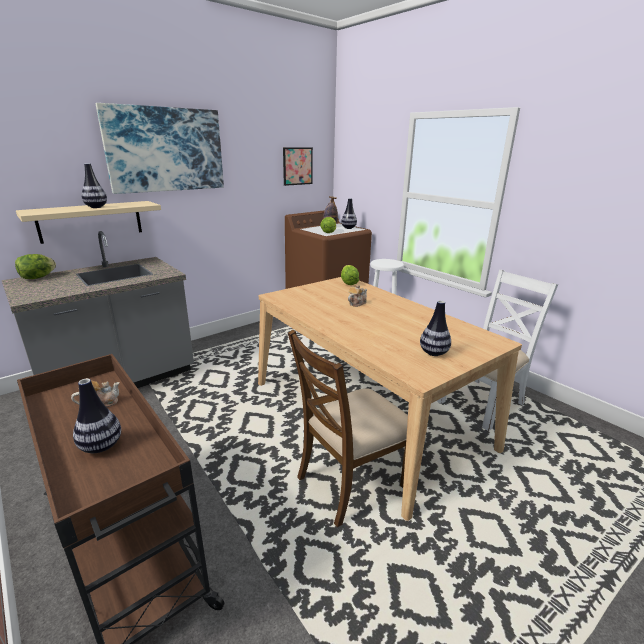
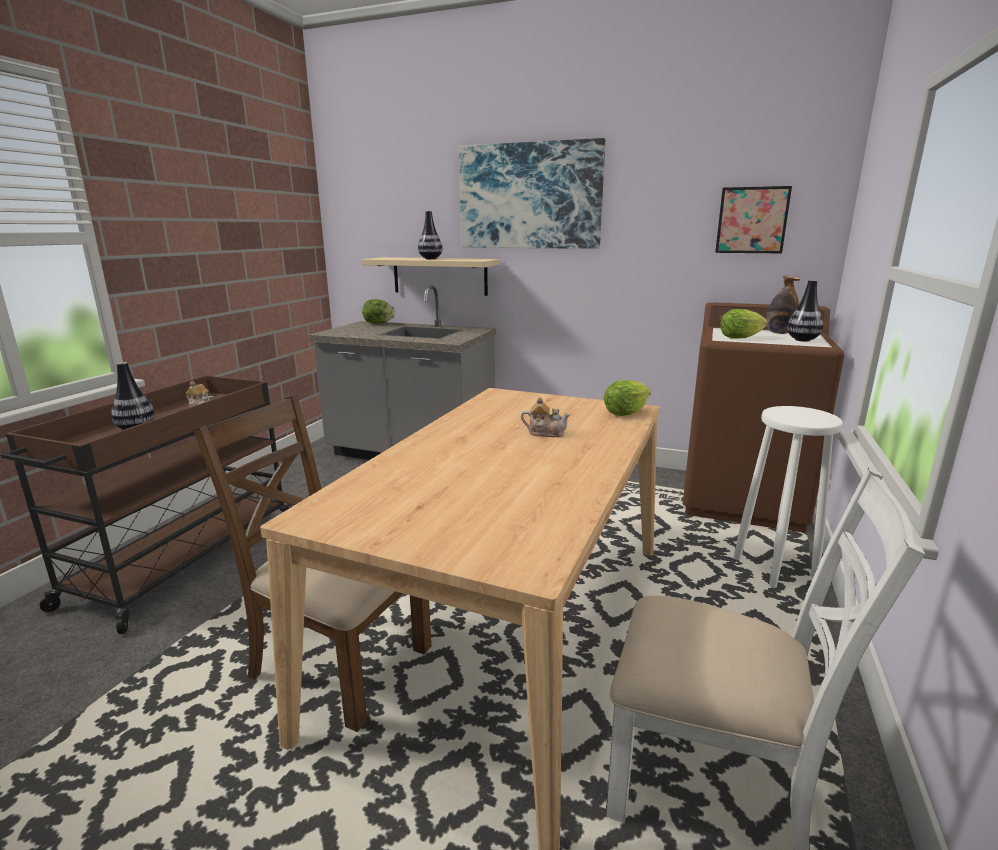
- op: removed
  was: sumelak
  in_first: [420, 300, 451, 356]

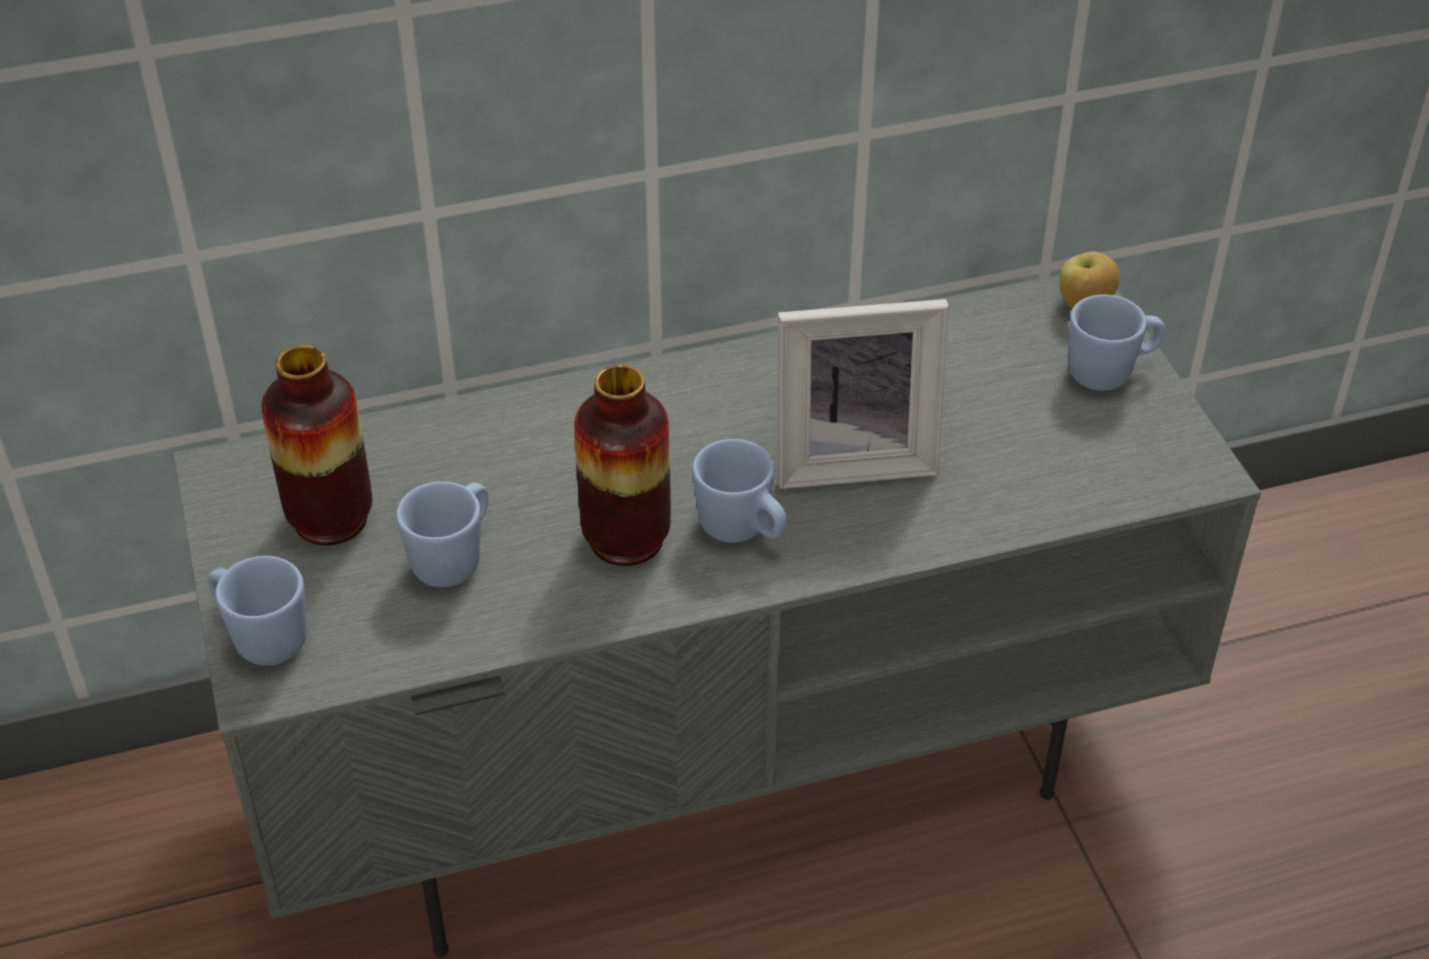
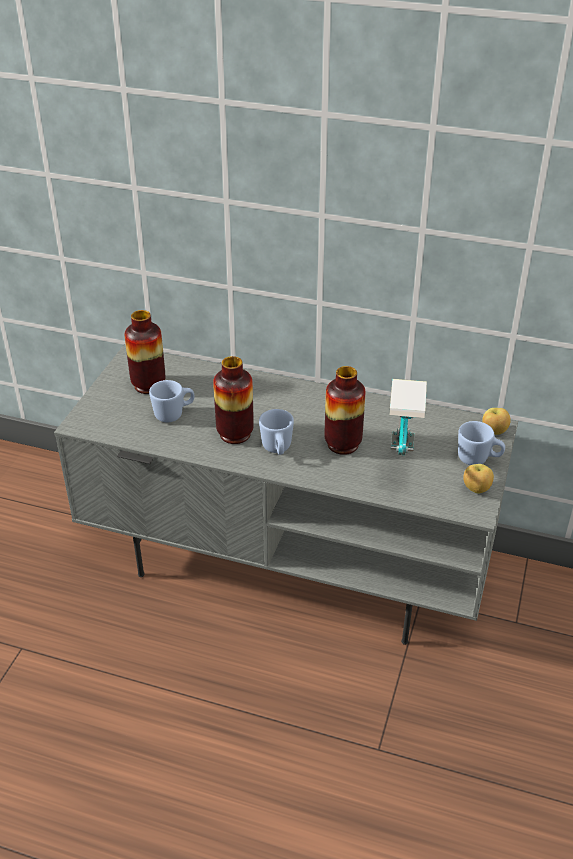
- op: removed
  was: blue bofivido
  in_first: [207, 556, 307, 666]
- op: added
  now: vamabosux
  in_second: [389, 379, 427, 455]
- op: added
  now: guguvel
  in_second: [463, 464, 494, 493]
- op: replaced
  was: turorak
  now: sumelak
  in_first: [778, 299, 948, 489]
  in_second: [325, 366, 365, 455]

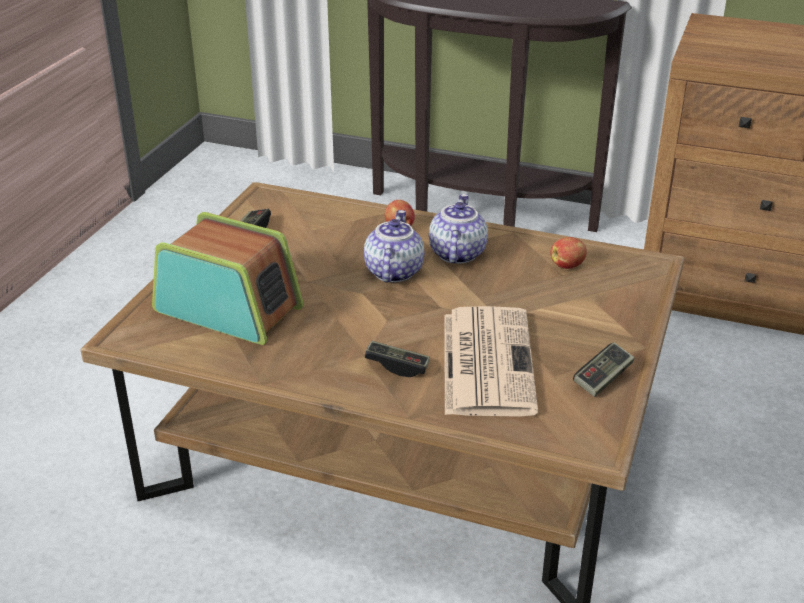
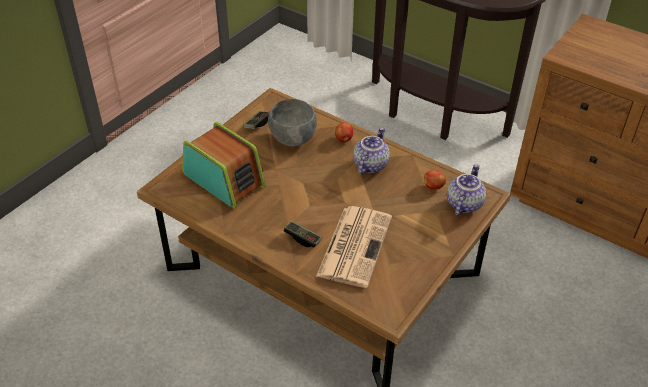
- op: removed
  was: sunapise
  in_first: [573, 342, 635, 397]
- op: added
  now: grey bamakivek
  in_second: [268, 99, 317, 147]
- op: moved
  was: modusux
  in_first: [364, 210, 424, 283]
  in_second: [447, 164, 486, 215]

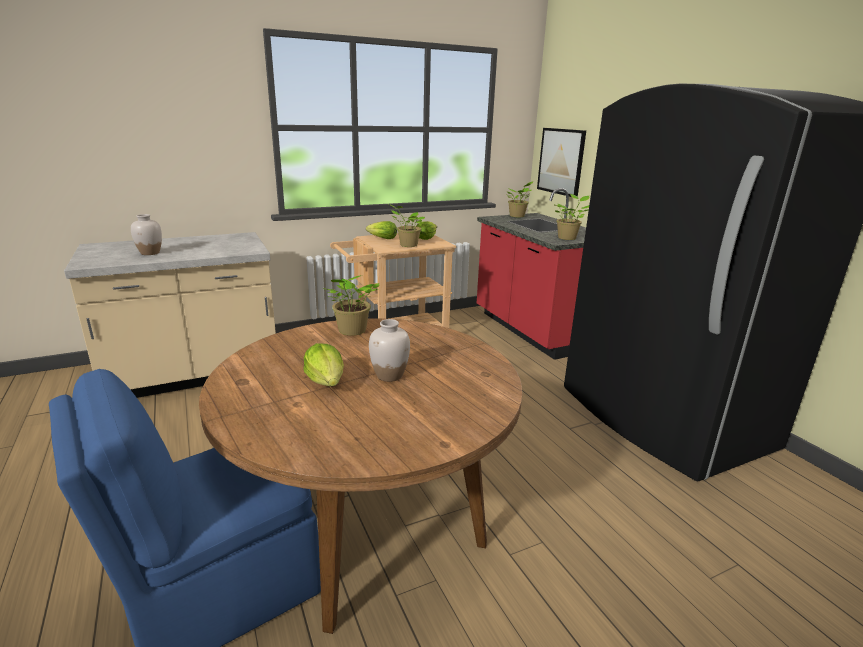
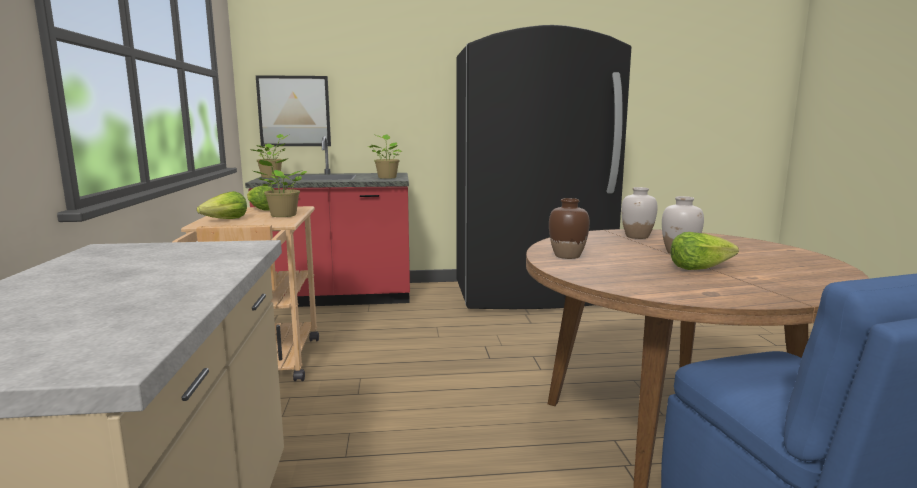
- op: moved
  was: white sumelak
  in_first: [131, 214, 162, 255]
  in_second: [621, 187, 658, 239]
- op: replaced
  was: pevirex
  now: brown sumelak
  in_first: [323, 275, 379, 336]
  in_second: [549, 198, 590, 259]

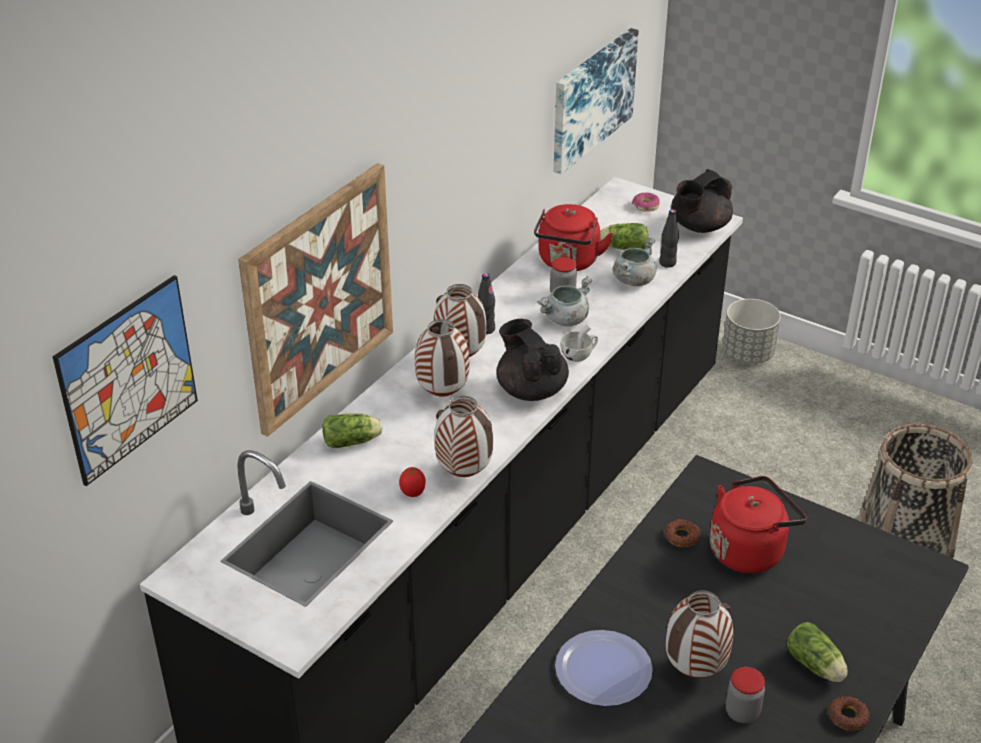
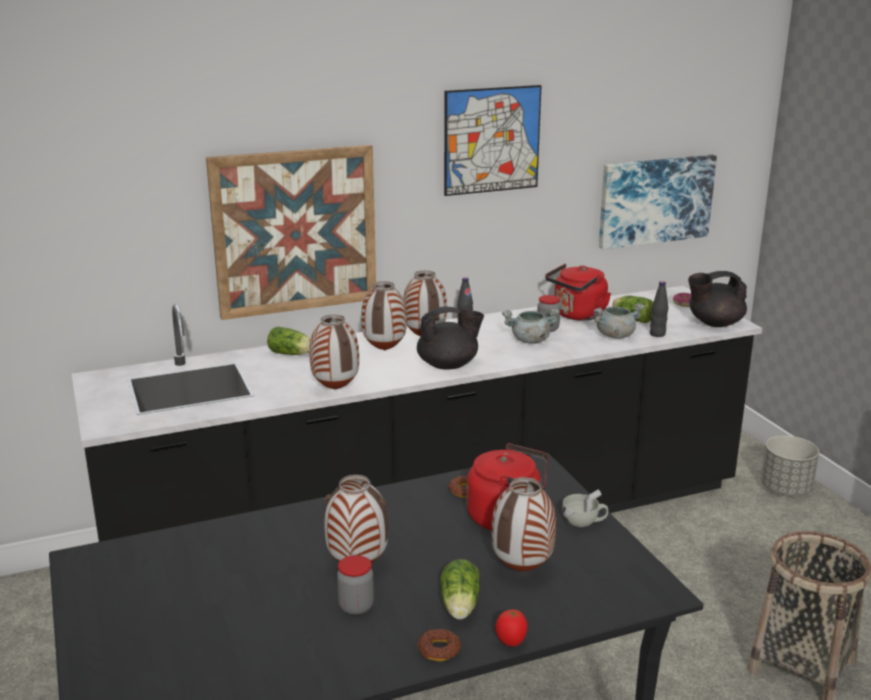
- op: removed
  was: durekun
  in_first: [555, 630, 653, 706]
- op: added
  now: sumelak
  in_second: [492, 477, 556, 571]
- op: moved
  was: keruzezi
  in_first: [53, 275, 198, 486]
  in_second: [444, 85, 542, 196]
- op: moved
  was: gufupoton
  in_first: [399, 467, 425, 497]
  in_second: [496, 609, 528, 647]
- op: moved
  was: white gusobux
  in_first: [561, 324, 598, 362]
  in_second: [562, 490, 608, 527]
- op: turned
  was: black modusux
  in_first: [496, 319, 569, 401]
  in_second: [417, 307, 484, 370]
  clockwise: 75

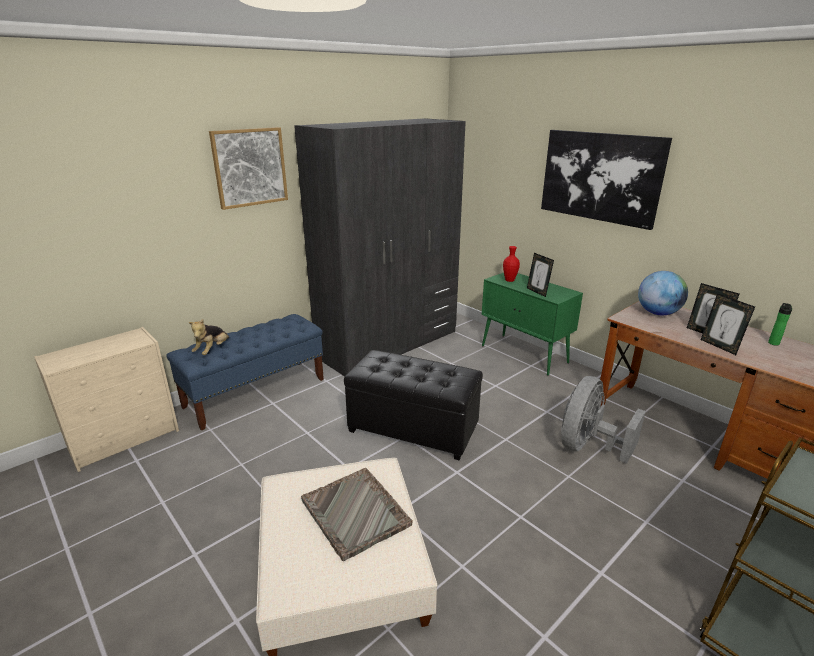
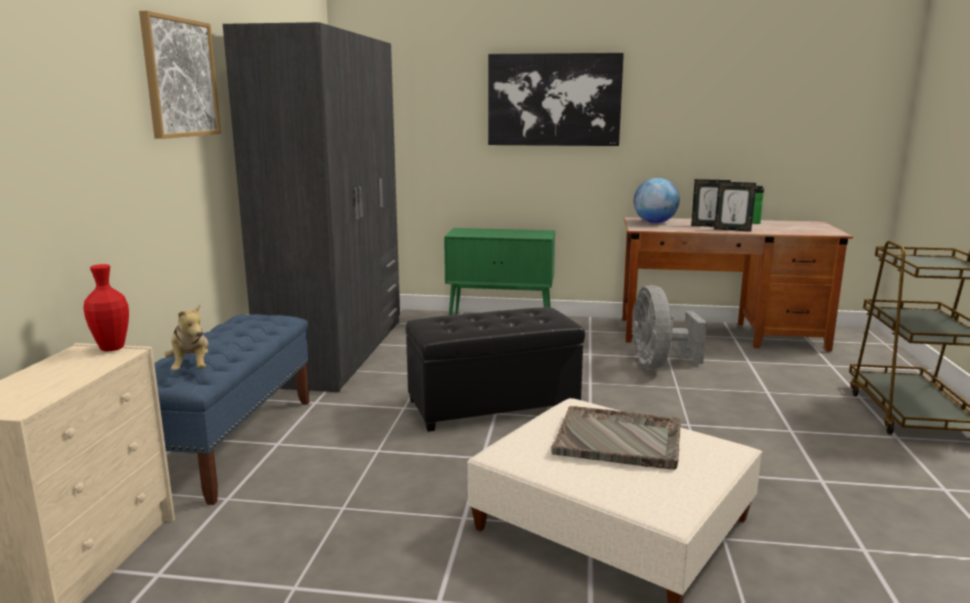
- op: removed
  was: turorak
  in_first: [527, 253, 554, 297]
- op: moved
  was: red sumelak
  in_first: [503, 246, 520, 282]
  in_second: [83, 264, 129, 351]

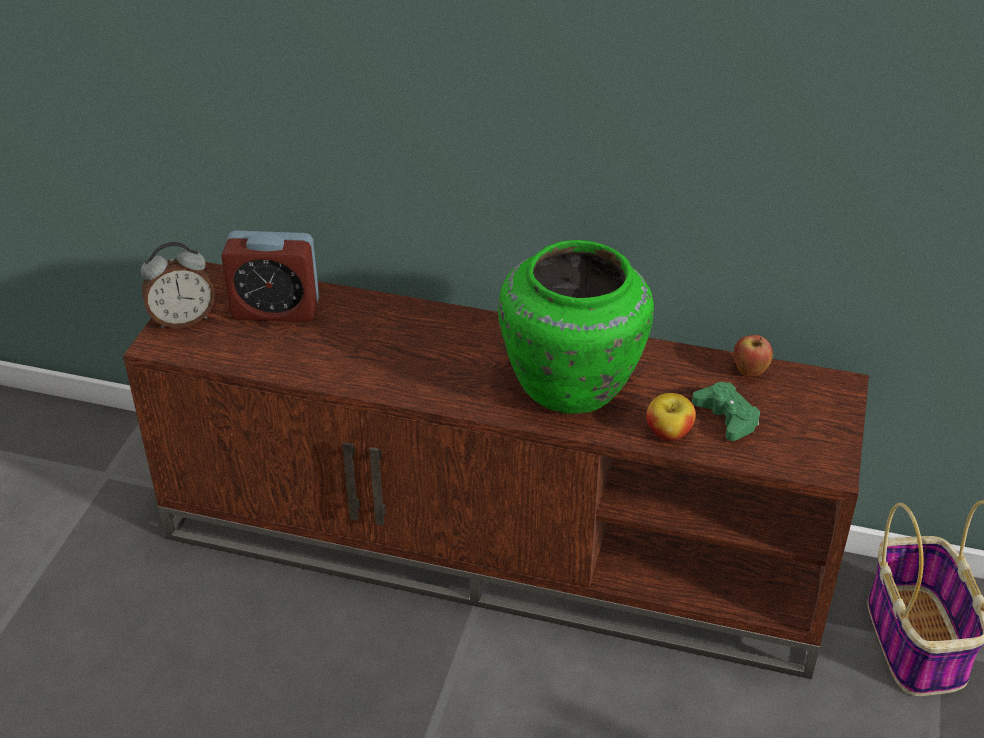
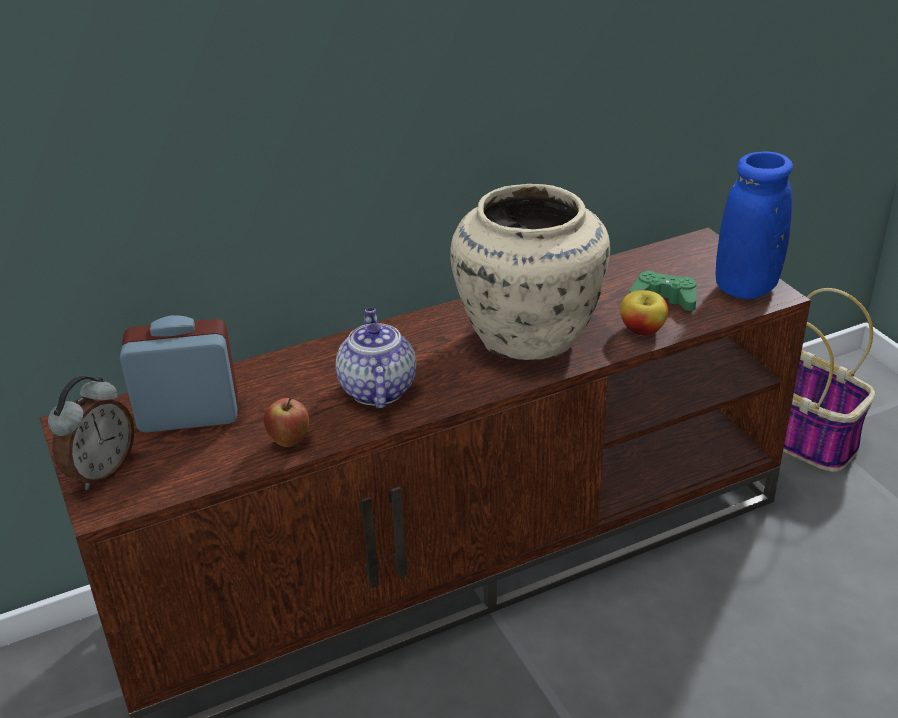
- op: added
  now: modusux
  in_second: [335, 308, 417, 409]
- op: added
  now: blue sumelak
  in_second: [716, 152, 793, 299]
- op: moved
  was: guguvel
  in_first: [733, 335, 773, 376]
  in_second: [264, 398, 309, 447]
- op: recoloured
  was: green sumelak
  now: beige sumelak
  in_first: [498, 240, 654, 414]
  in_second: [450, 184, 610, 360]
- op: turned
  was: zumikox
  in_first: [221, 230, 319, 322]
  in_second: [120, 315, 238, 432]
  clockwise: -150

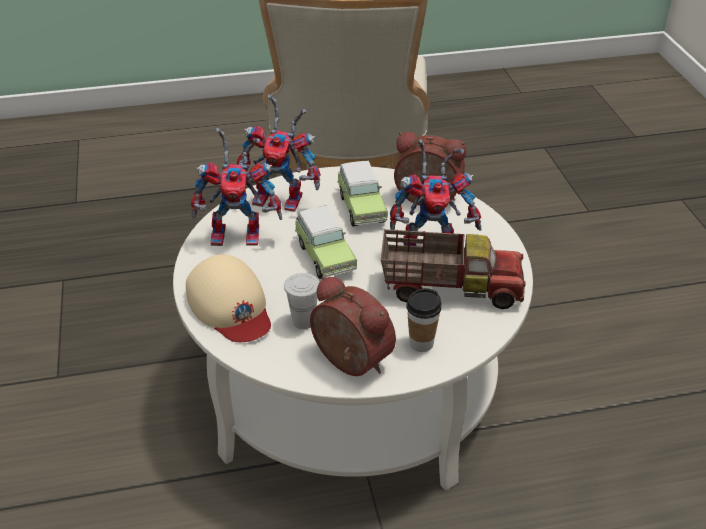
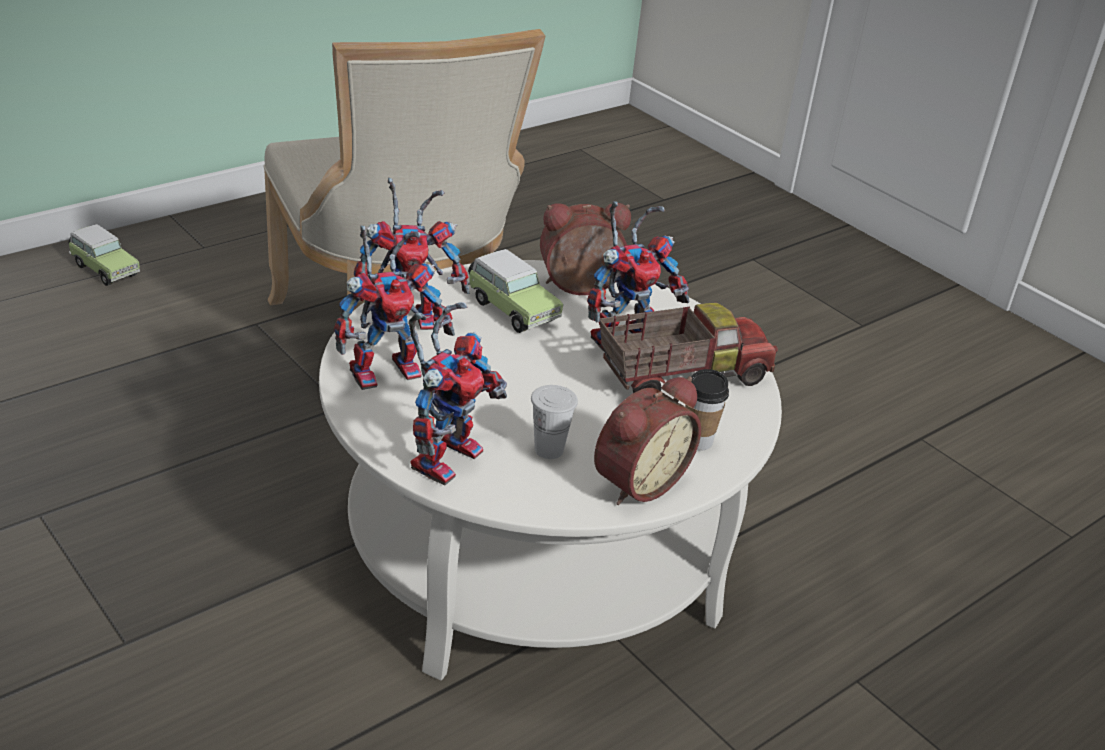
- op: moved
  was: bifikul
  in_first: [294, 205, 357, 279]
  in_second: [69, 224, 140, 286]
- op: replaced
  was: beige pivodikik
  now: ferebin
  in_first: [186, 254, 271, 342]
  in_second: [408, 302, 507, 486]
- op: turned
  was: zumikox
  in_first: [310, 276, 396, 376]
  in_second: [594, 376, 701, 505]
  clockwise: 120

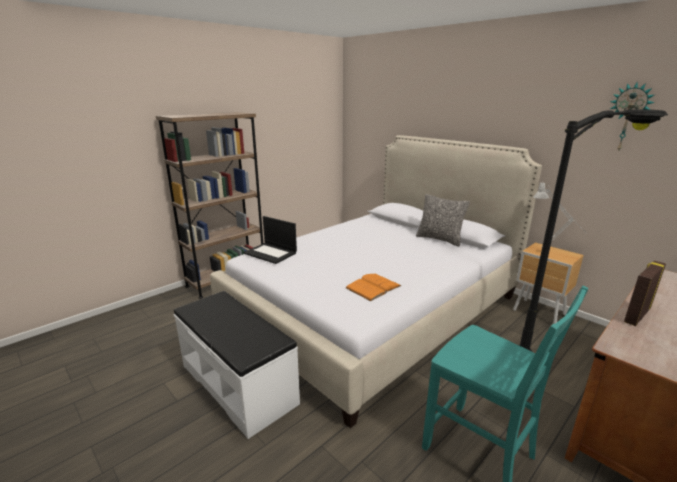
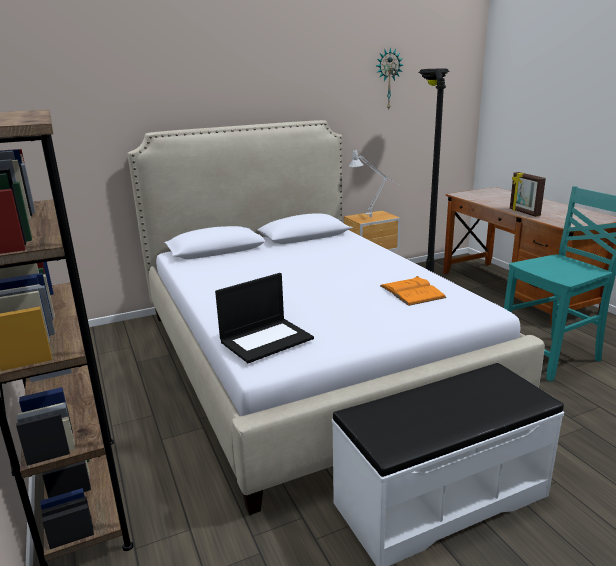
- op: removed
  was: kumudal
  in_first: [416, 194, 470, 247]

